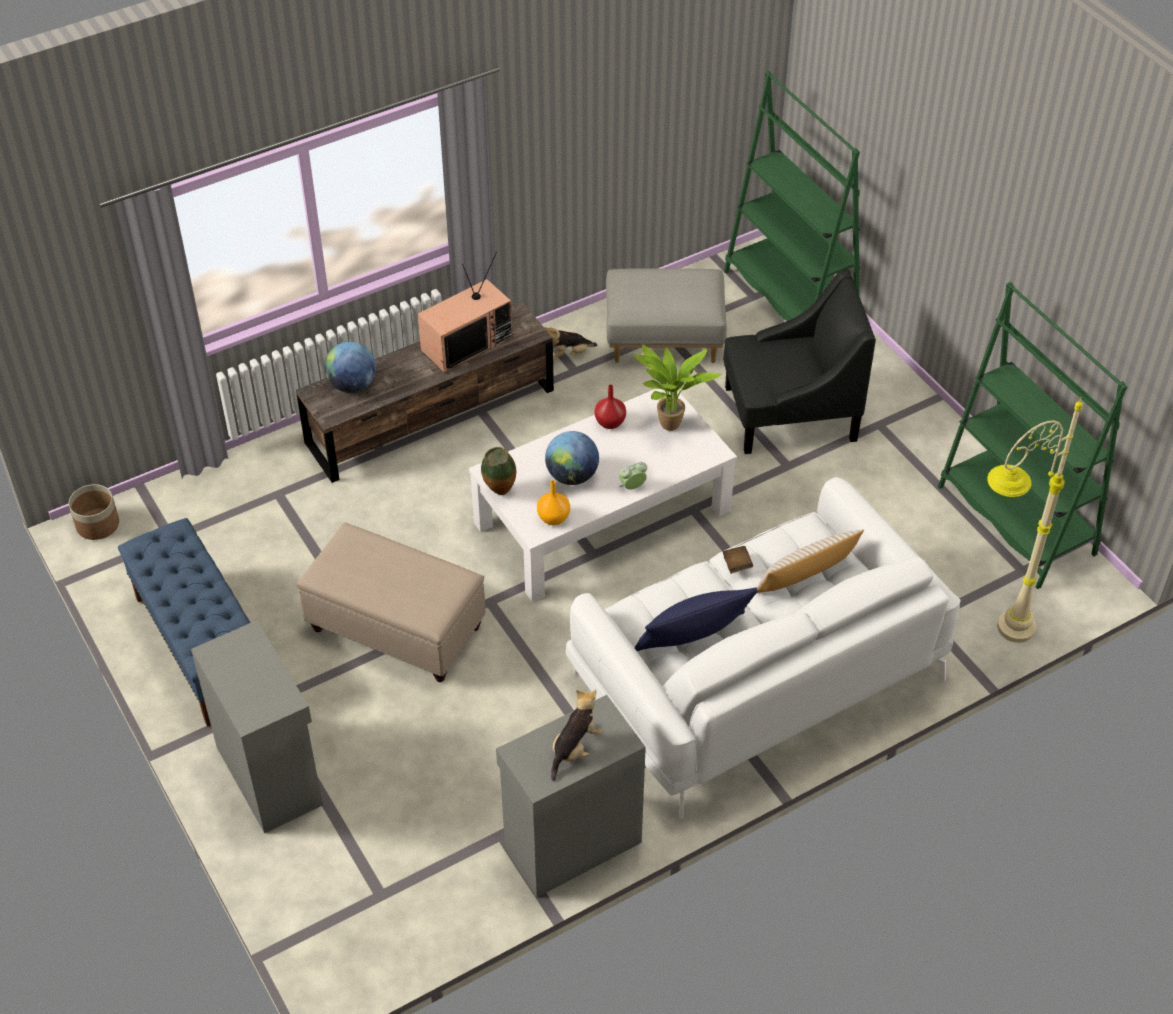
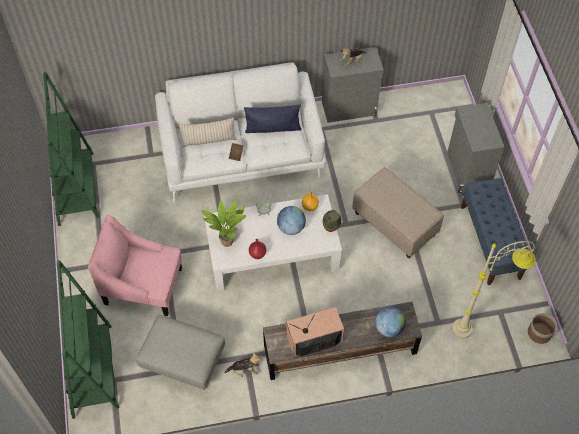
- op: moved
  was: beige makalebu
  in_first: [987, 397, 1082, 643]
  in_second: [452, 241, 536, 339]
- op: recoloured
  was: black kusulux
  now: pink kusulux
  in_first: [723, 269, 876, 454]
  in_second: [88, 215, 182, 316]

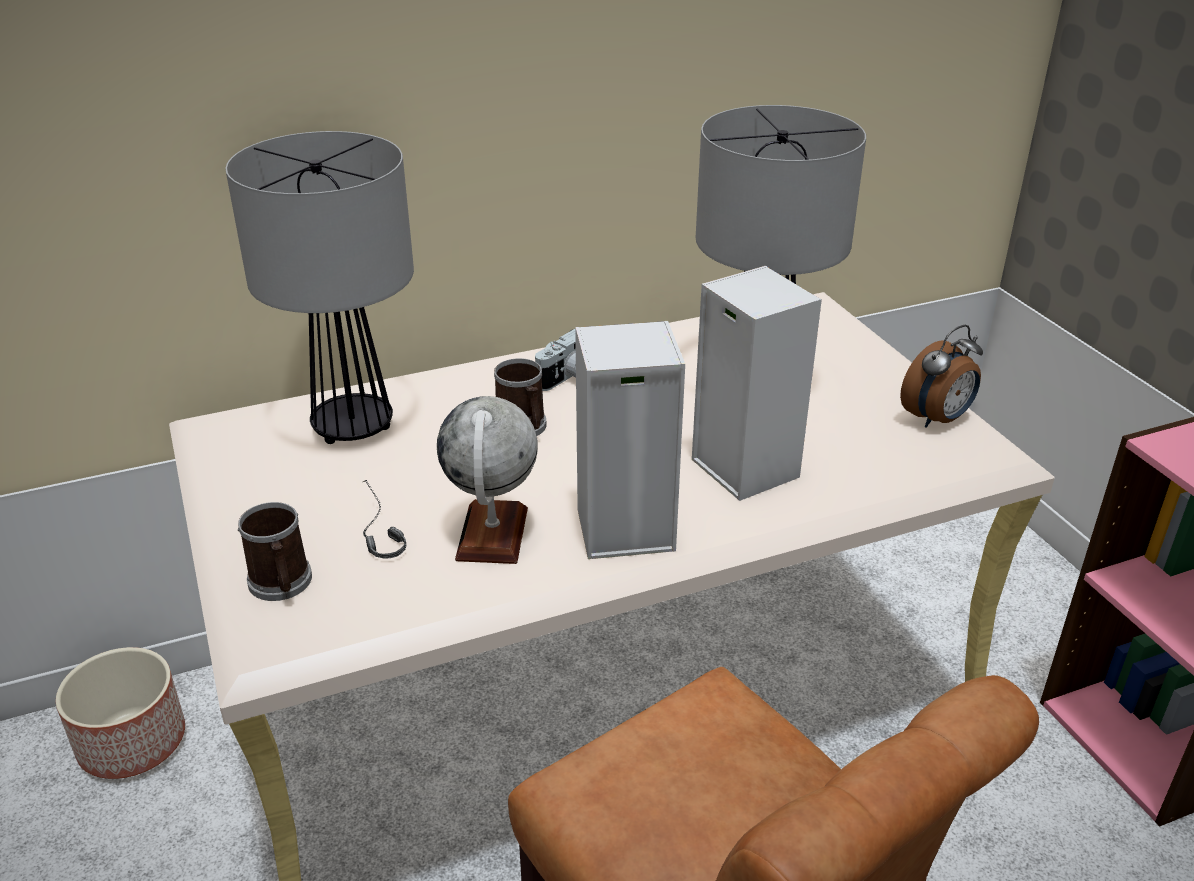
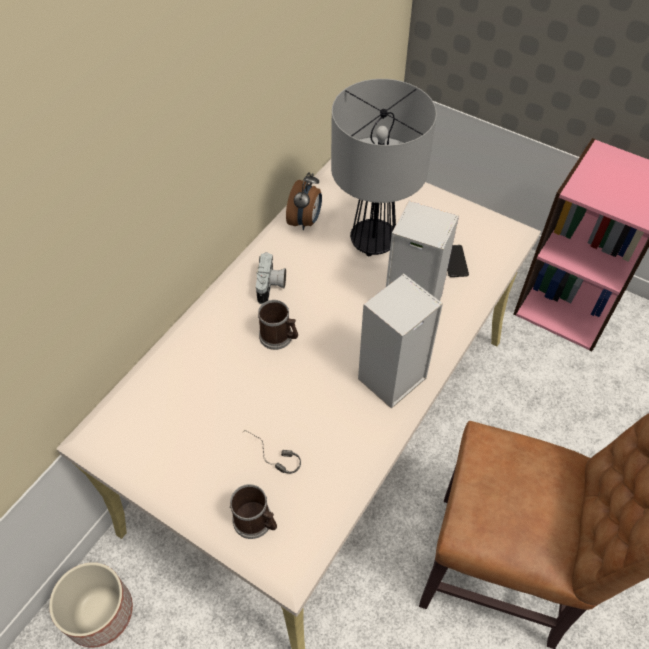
- op: removed
  was: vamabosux
  in_first: [225, 131, 414, 444]
- op: removed
  was: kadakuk
  in_first: [437, 396, 538, 564]
- op: added
  now: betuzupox
  in_second: [447, 245, 469, 277]
- op: moved
  was: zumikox
  in_first: [900, 325, 983, 428]
  in_second: [286, 172, 322, 230]

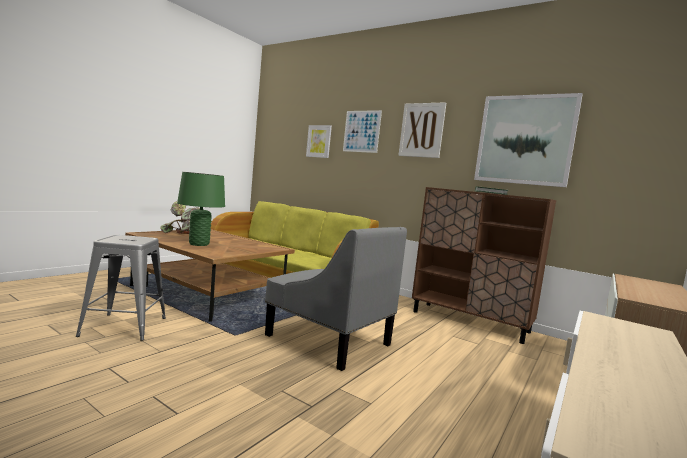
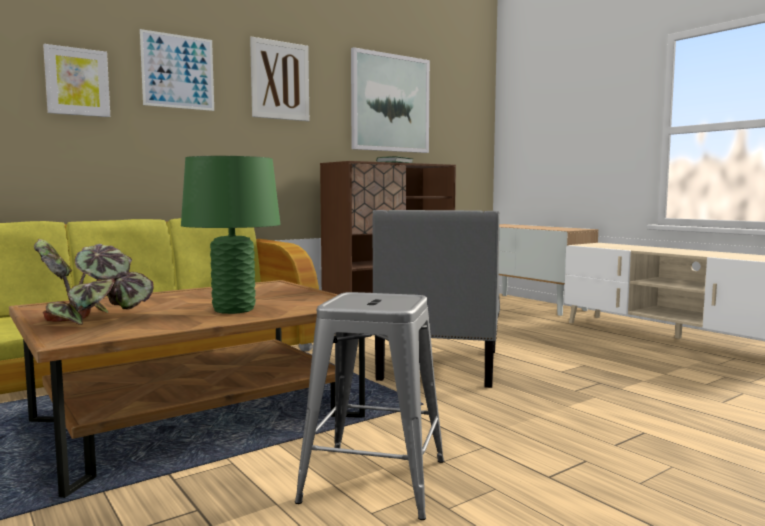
- op: turned
  was: grey kusulux
  in_first: [265, 227, 407, 371]
  in_second: [373, 210, 500, 388]
  clockwise: 135

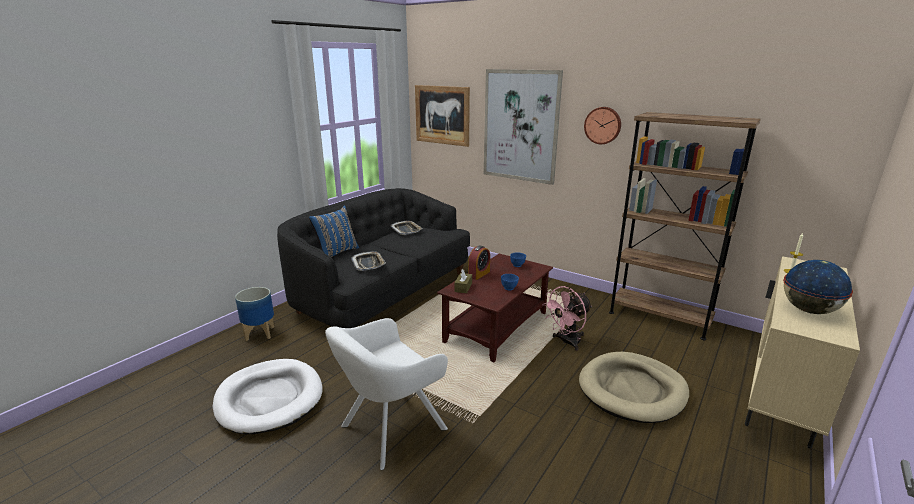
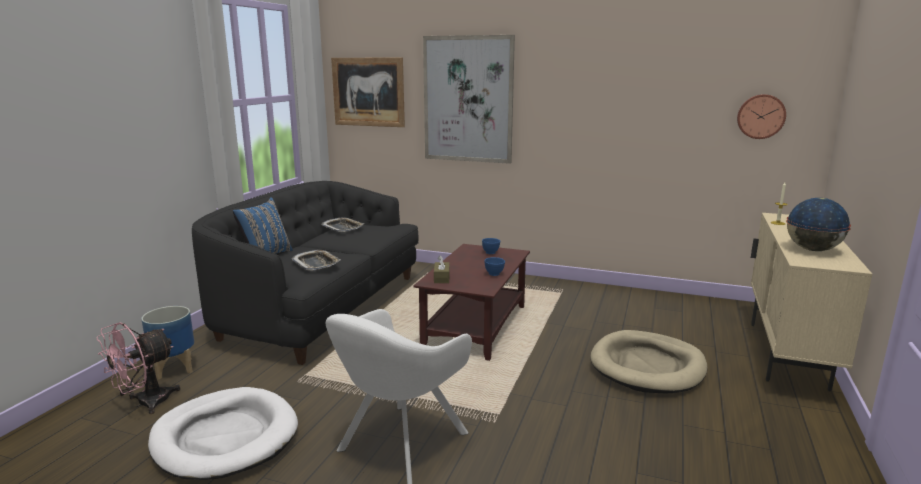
- op: removed
  was: zumikox
  in_first: [468, 246, 490, 280]
- op: removed
  was: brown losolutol
  in_first: [609, 112, 761, 340]
- op: moved
  was: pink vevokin
  in_first: [542, 286, 592, 351]
  in_second: [97, 322, 180, 414]
- op: moved
  was: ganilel
  in_first: [584, 107, 621, 144]
  in_second: [737, 94, 786, 139]

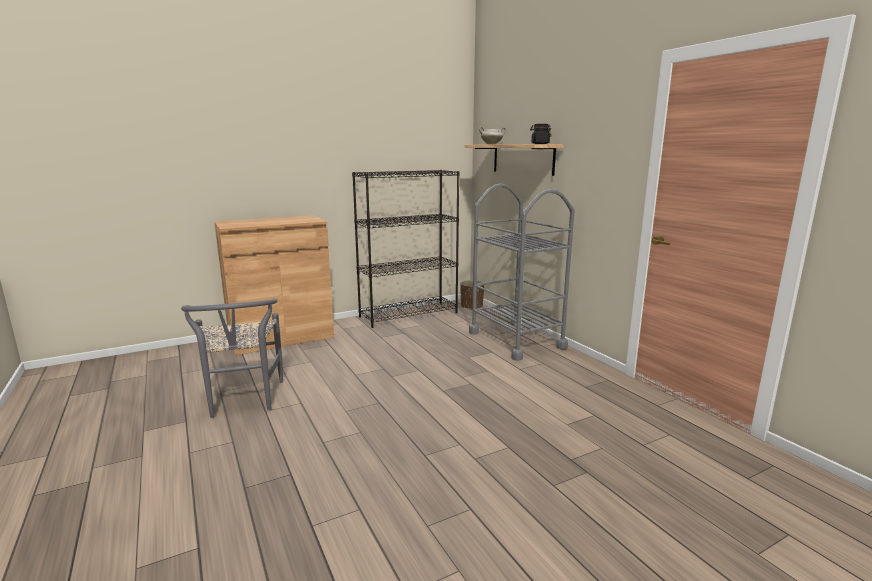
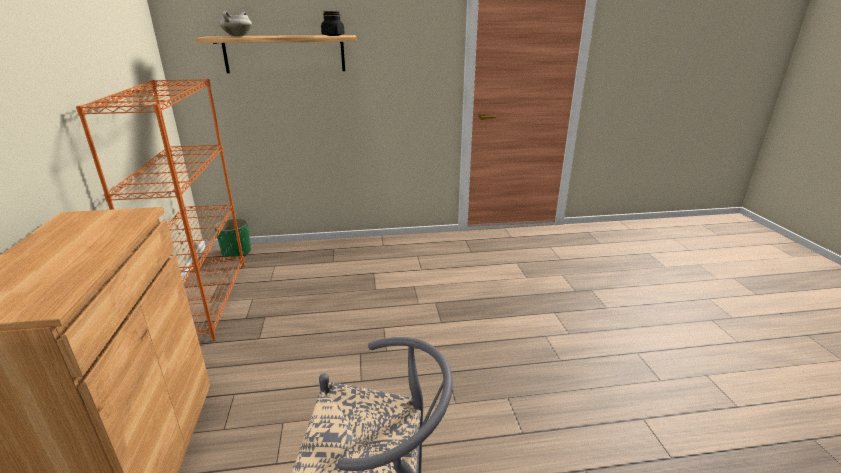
- op: removed
  was: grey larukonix
  in_first: [469, 184, 574, 361]
- op: recoloured
  was: black losolutol
  now: orange losolutol
  in_first: [352, 170, 460, 328]
  in_second: [76, 79, 245, 341]
- op: recoloured
  was: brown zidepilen
  now: green zidepilen
  in_first: [460, 280, 484, 309]
  in_second: [215, 218, 251, 259]

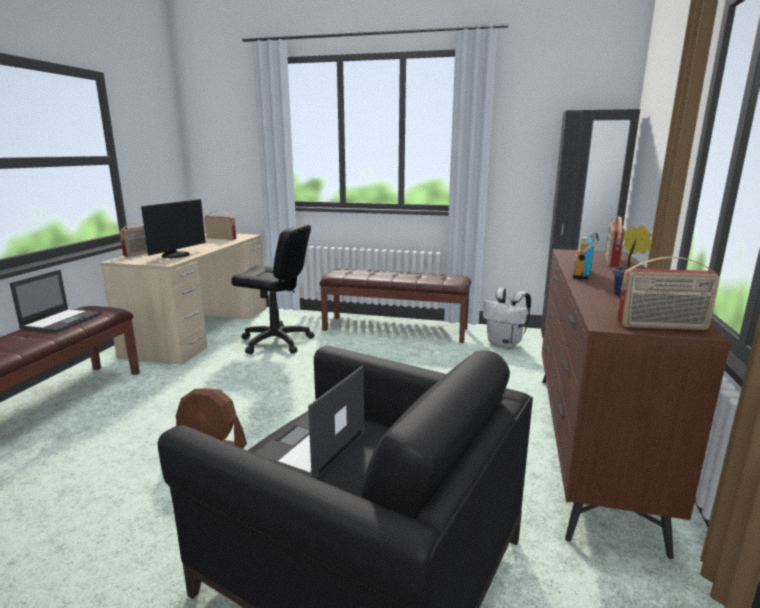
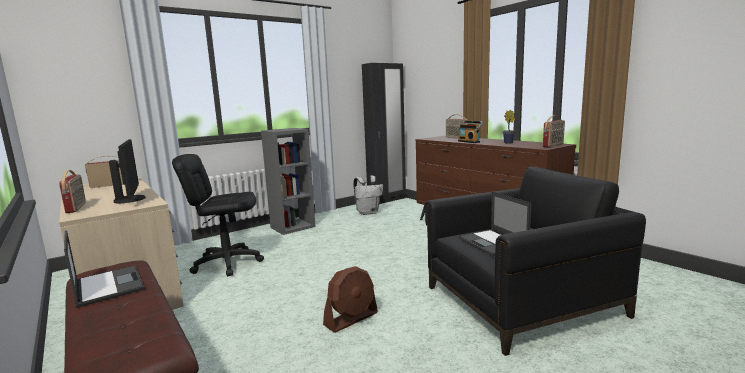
- op: replaced
  was: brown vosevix
  now: grey losolutol
  in_first: [319, 269, 471, 343]
  in_second: [261, 128, 316, 235]
- op: turned
  was: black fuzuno
  in_first: [231, 224, 314, 354]
  in_second: [172, 154, 264, 276]
  clockwise: -150

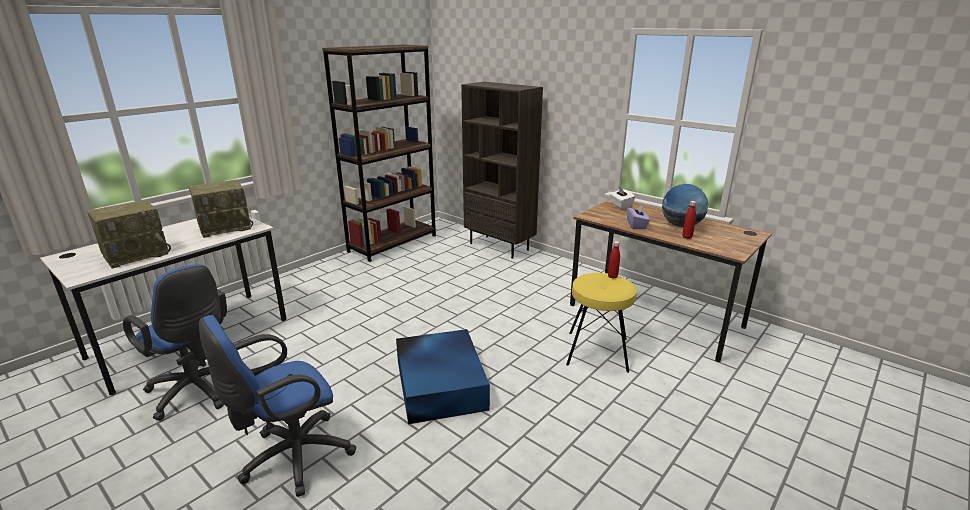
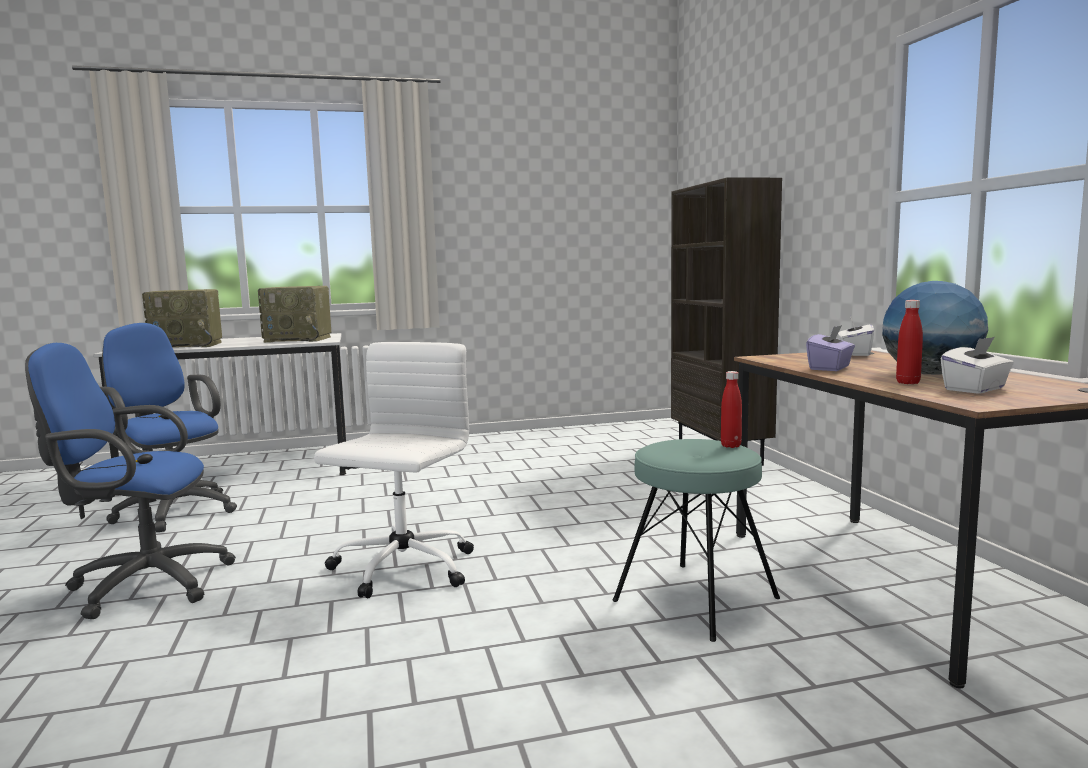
- op: removed
  was: brown losolutol
  in_first: [322, 44, 436, 262]
- op: added
  now: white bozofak
  in_second: [941, 337, 1014, 394]
- op: replaced
  was: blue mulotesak
  now: white fuzuno
  in_first: [396, 329, 490, 424]
  in_second: [314, 342, 474, 599]
- op: recoloured
  was: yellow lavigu
  now: turquoise lavigu
  in_first: [566, 273, 637, 373]
  in_second: [613, 439, 780, 642]
- op: turned
  was: blue fuzuno
  in_first: [123, 264, 227, 421]
  in_second: [100, 323, 237, 532]
  clockwise: 150

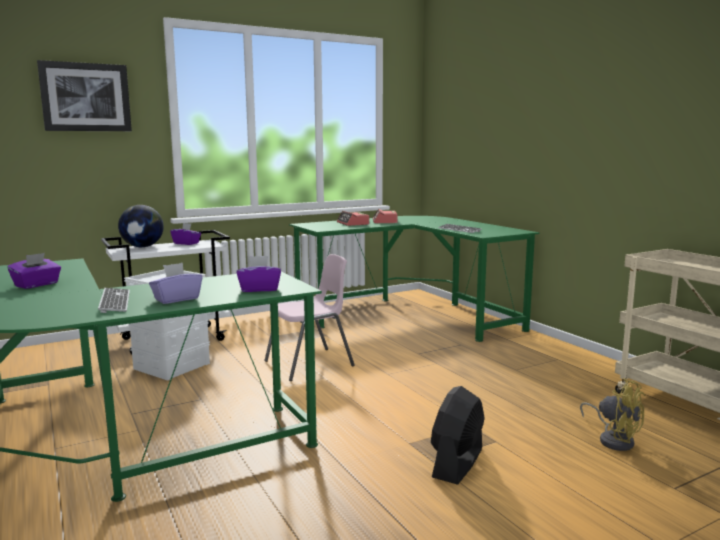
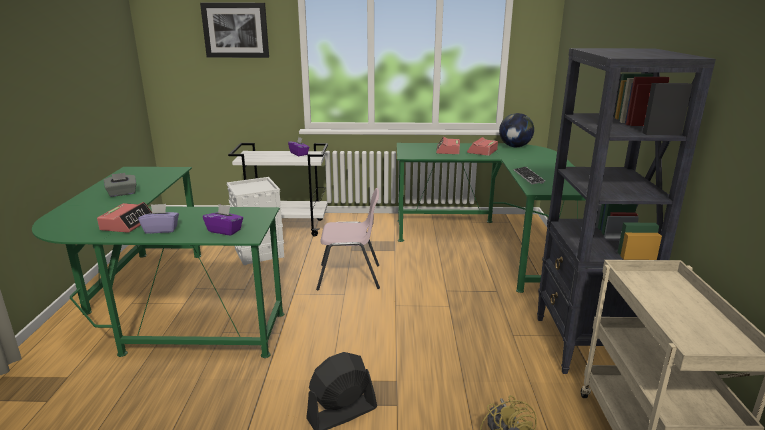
- op: added
  now: black losolutol
  in_second: [537, 48, 716, 374]
- op: moved
  was: kadakuk
  in_first: [118, 205, 164, 247]
  in_second: [499, 113, 534, 147]
- op: replaced
  was: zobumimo
  now: zumikox
  in_first: [98, 288, 130, 313]
  in_second: [97, 202, 152, 233]
- op: recoloured
  was: purple bozofak
  now: grey bozofak
  in_first: [8, 253, 61, 289]
  in_second: [104, 173, 136, 197]

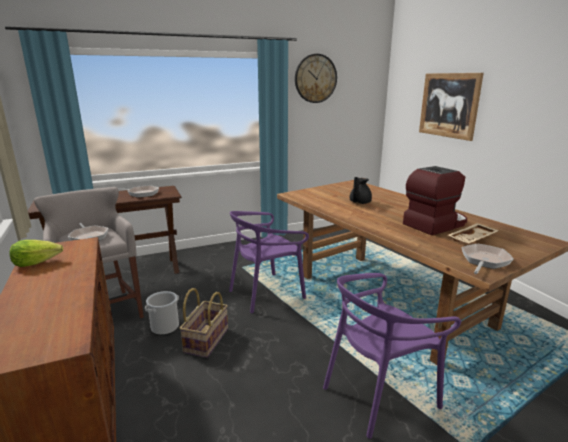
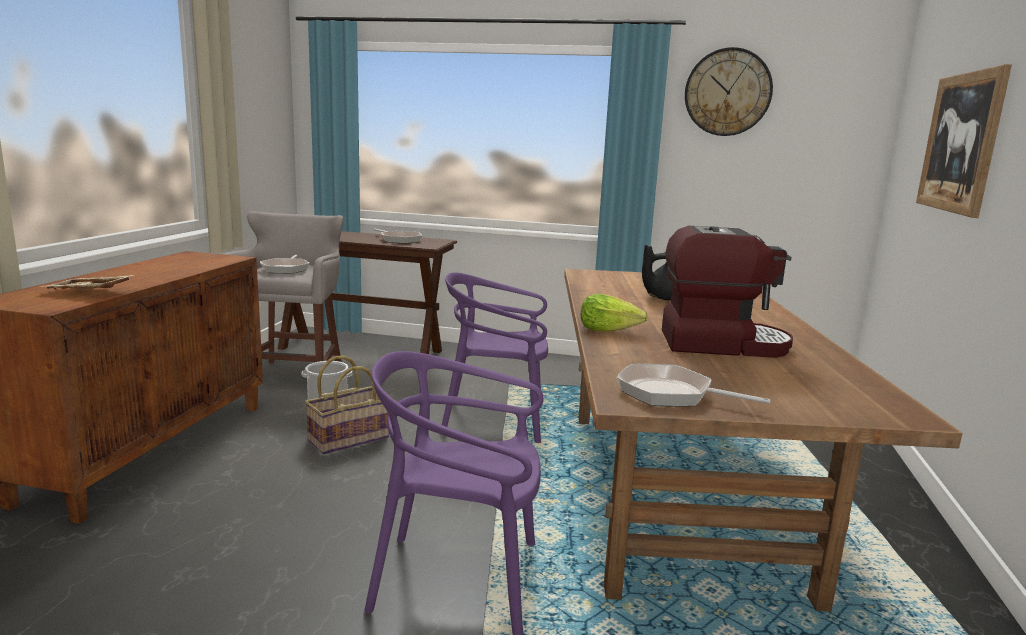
- op: moved
  was: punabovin
  in_first: [10, 240, 63, 267]
  in_second: [581, 294, 648, 332]
- op: moved
  was: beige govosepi
  in_first: [448, 223, 499, 243]
  in_second: [40, 275, 134, 290]
- op: turned
  was: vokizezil
  in_first: [461, 244, 514, 274]
  in_second: [617, 364, 770, 407]
  clockwise: -135

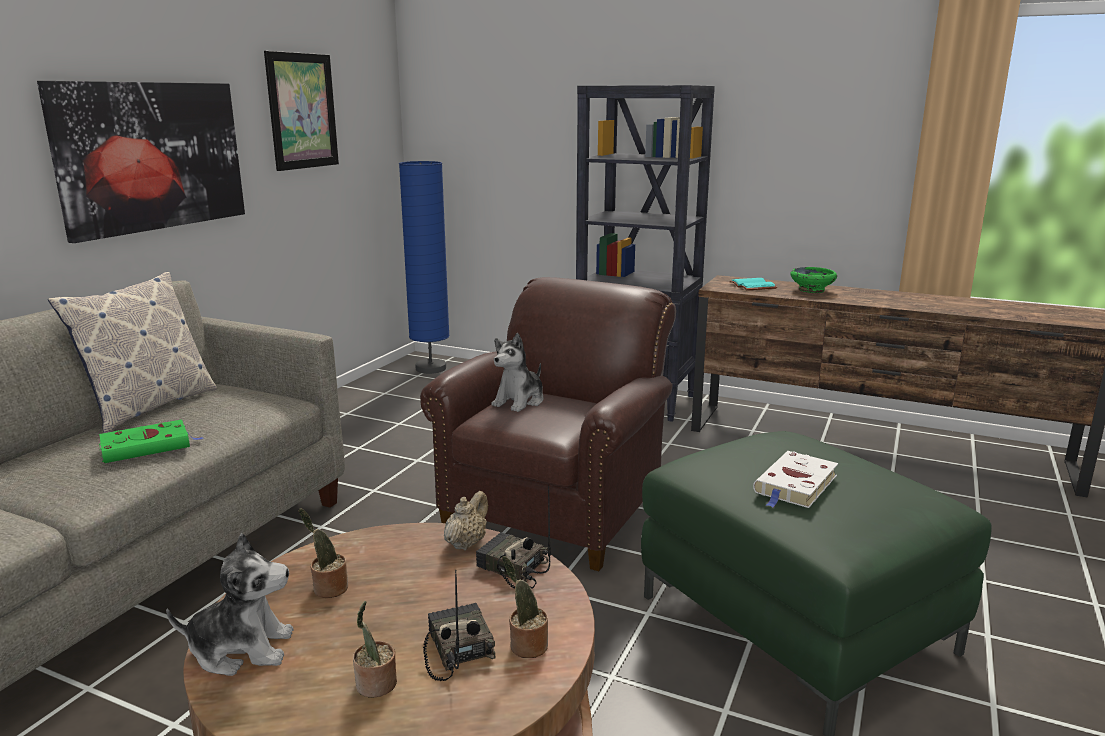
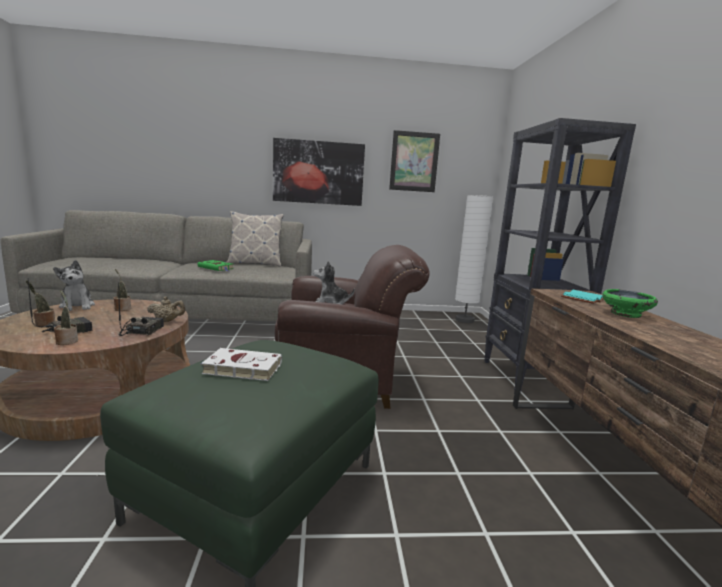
- op: recoloured
  was: blue makalebu
  now: white makalebu
  in_first: [399, 161, 450, 374]
  in_second: [455, 195, 494, 323]

